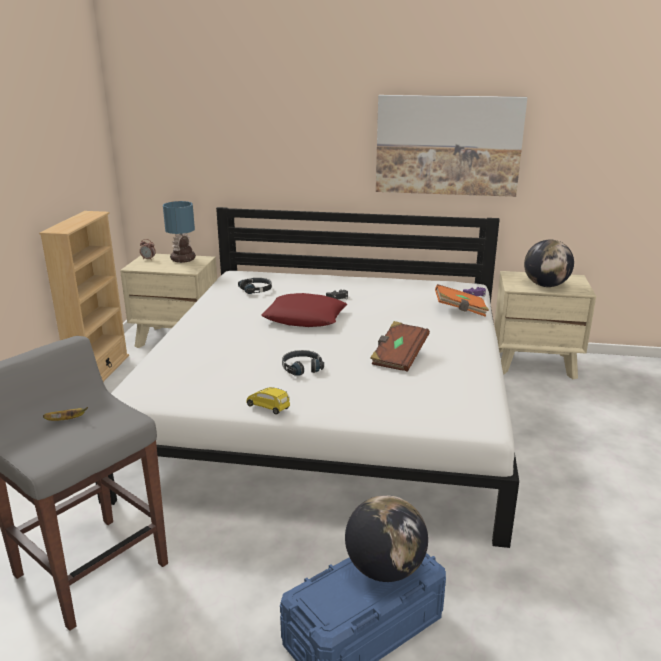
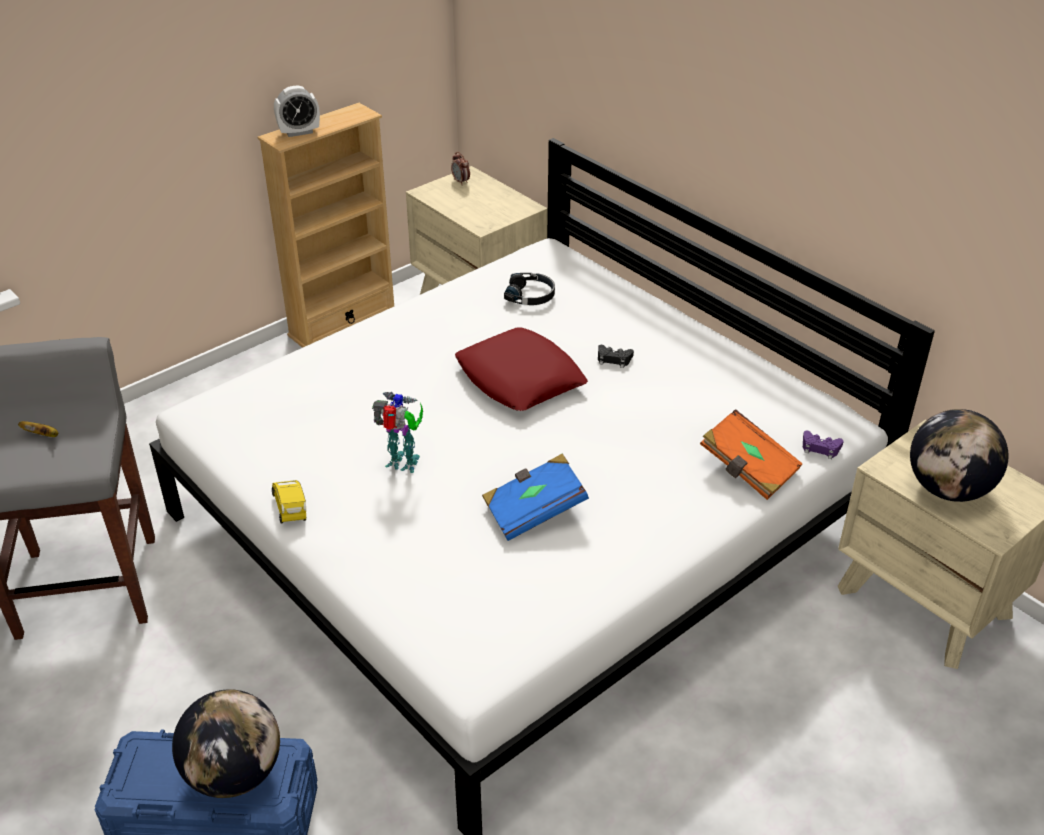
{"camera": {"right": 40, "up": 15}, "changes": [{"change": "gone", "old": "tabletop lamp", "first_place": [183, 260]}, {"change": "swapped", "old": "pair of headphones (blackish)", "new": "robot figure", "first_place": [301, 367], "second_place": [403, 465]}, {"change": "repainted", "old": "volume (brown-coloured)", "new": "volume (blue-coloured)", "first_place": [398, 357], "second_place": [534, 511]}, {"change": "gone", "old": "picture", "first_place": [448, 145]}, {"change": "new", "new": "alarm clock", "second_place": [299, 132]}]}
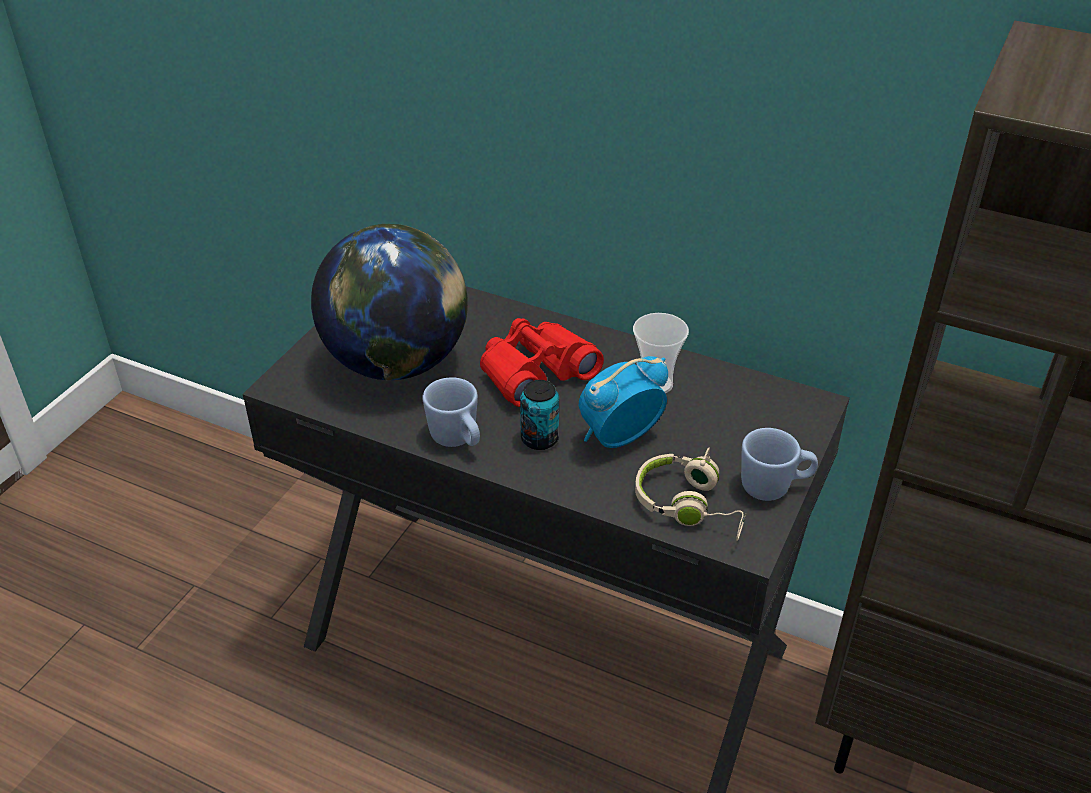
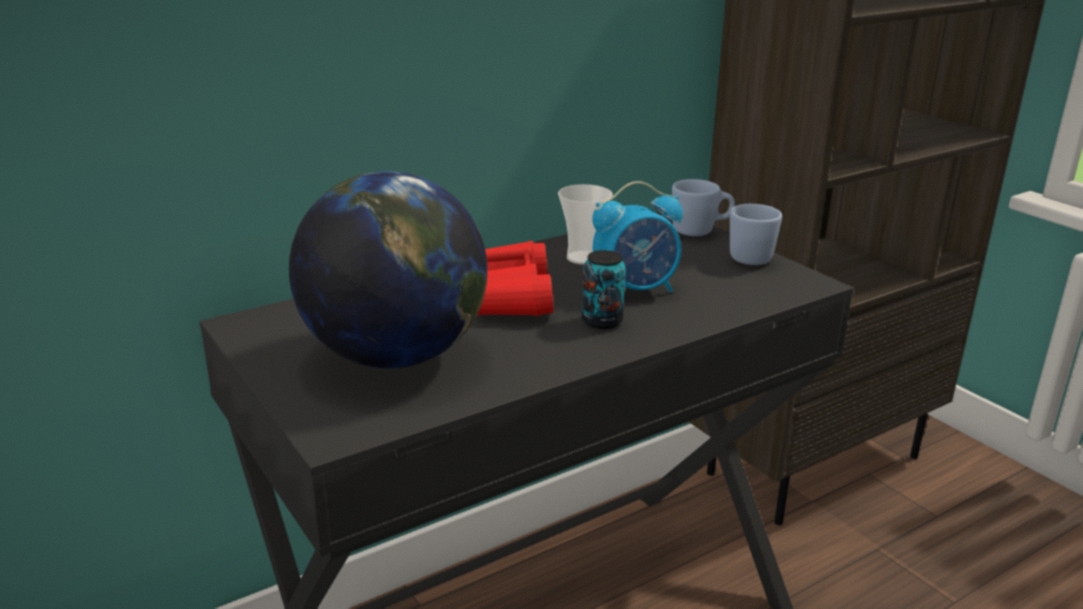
{"camera": {"right": -60, "up": -15}, "changes": [{"change": "shifted", "old": "tea mug (blue-coloured)", "first_place": [457, 440], "second_place": [700, 231]}, {"change": "rotated", "old": "alarm clock", "first_place": [618, 437], "second_place": [636, 290], "degrees": -105}, {"change": "gone", "old": "pair of headphones (sand-coloured)", "first_place": [690, 506]}]}
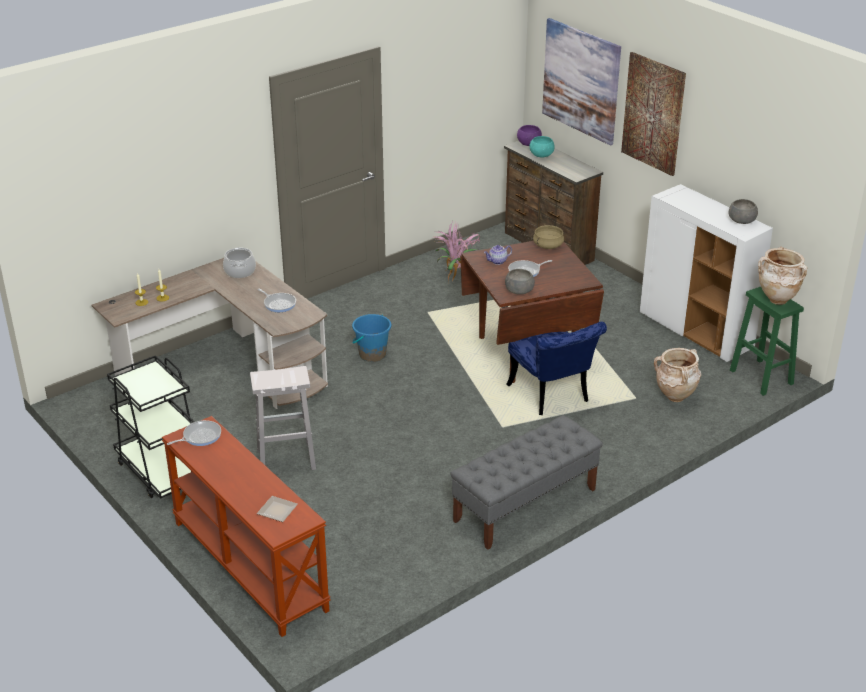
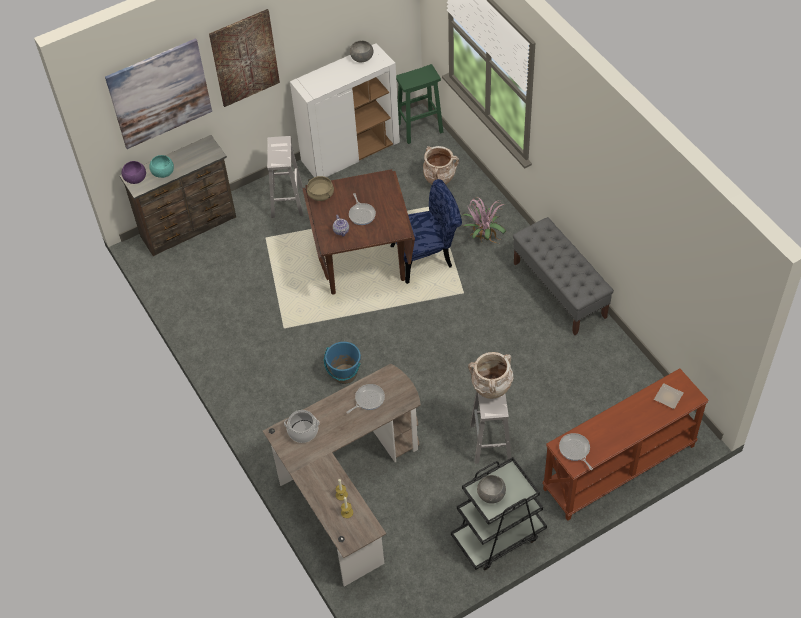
{"camera": {"right": -80, "up": 20}, "changes": [{"change": "shifted", "old": "potted plant", "first_place": [457, 274], "second_place": [482, 236]}, {"change": "shifted", "old": "serving bowl (greyish)", "first_place": [519, 291], "second_place": [491, 494]}, {"change": "shifted", "old": "flower vase (sand-coloured)", "first_place": [776, 300], "second_place": [491, 392]}, {"change": "new", "new": "stool seat (white-coloured)", "second_place": [287, 202]}]}
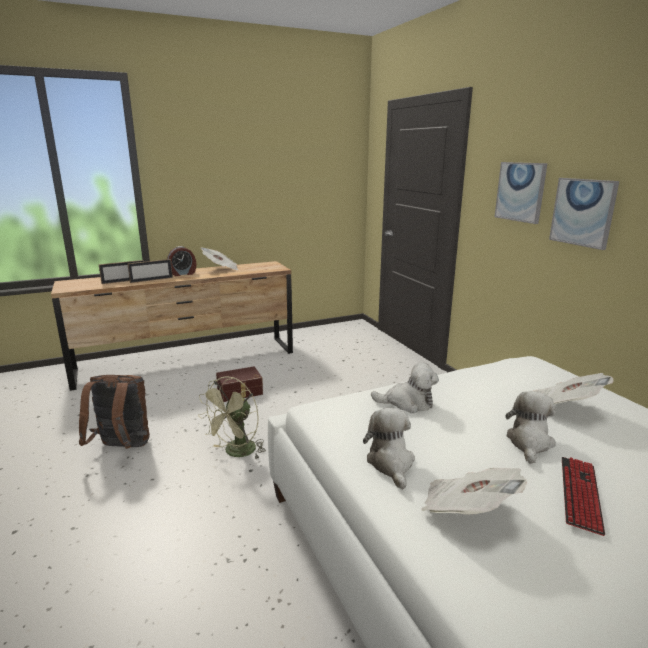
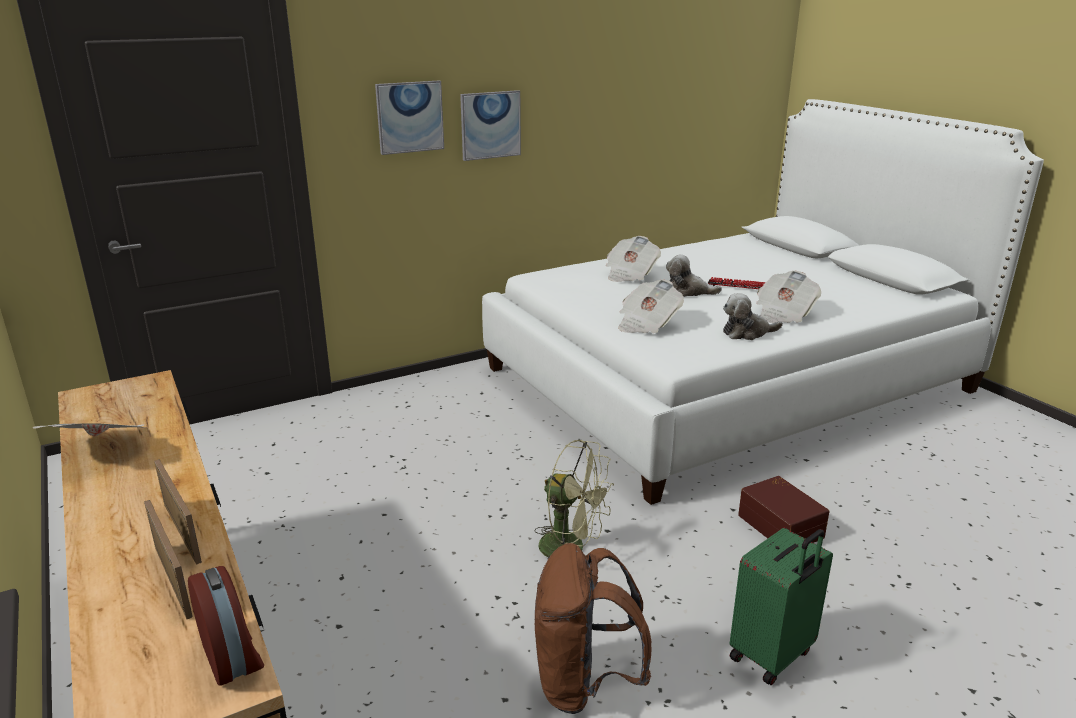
{"camera": {"right": -95, "up": 5}, "changes": [{"change": "shifted", "old": "alarm clock", "first_place": [183, 274], "second_place": [233, 655]}, {"change": "shifted", "old": "storage box (brown-coloured)", "first_place": [240, 392], "second_place": [781, 525]}, {"change": "swapped", "old": "plush toy", "new": "printed paper", "first_place": [407, 403], "second_place": [646, 324]}, {"change": "new", "new": "suitcase (greenish)", "second_place": [772, 656]}]}
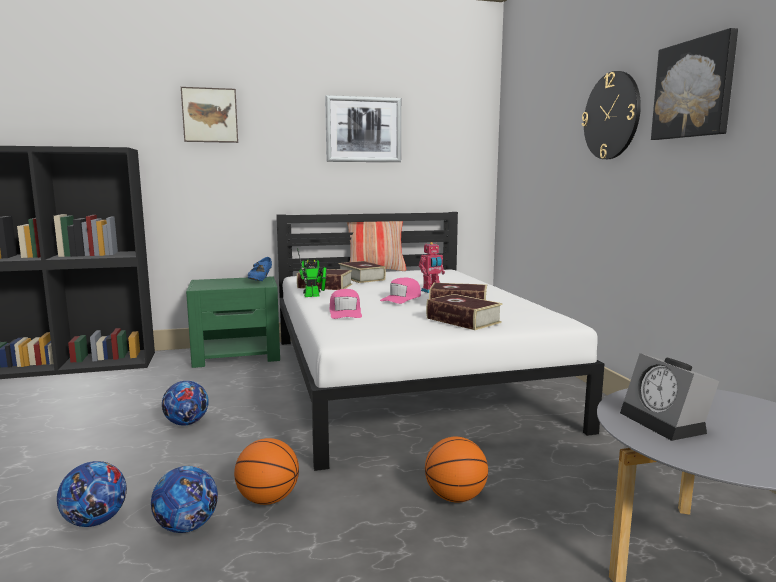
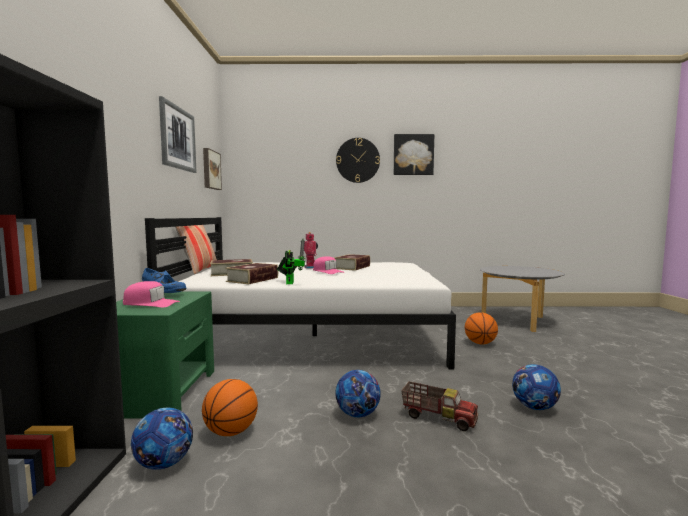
{"camera": {"right": -75, "up": -5}, "changes": [{"change": "shifted", "old": "ball for football", "first_place": [95, 521], "second_place": [164, 463]}, {"change": "shifted", "old": "picture", "first_place": [210, 115], "second_place": [210, 170]}, {"change": "shifted", "old": "basketball", "first_place": [268, 499], "second_place": [231, 432]}, {"change": "shifted", "old": "cap (pinkish)", "first_place": [345, 312], "second_place": [150, 303]}, {"change": "gone", "old": "volume", "first_place": [463, 320]}, {"change": "gone", "old": "alarm clock", "first_place": [666, 423]}, {"change": "new", "new": "toy lorry", "second_place": [438, 417]}]}
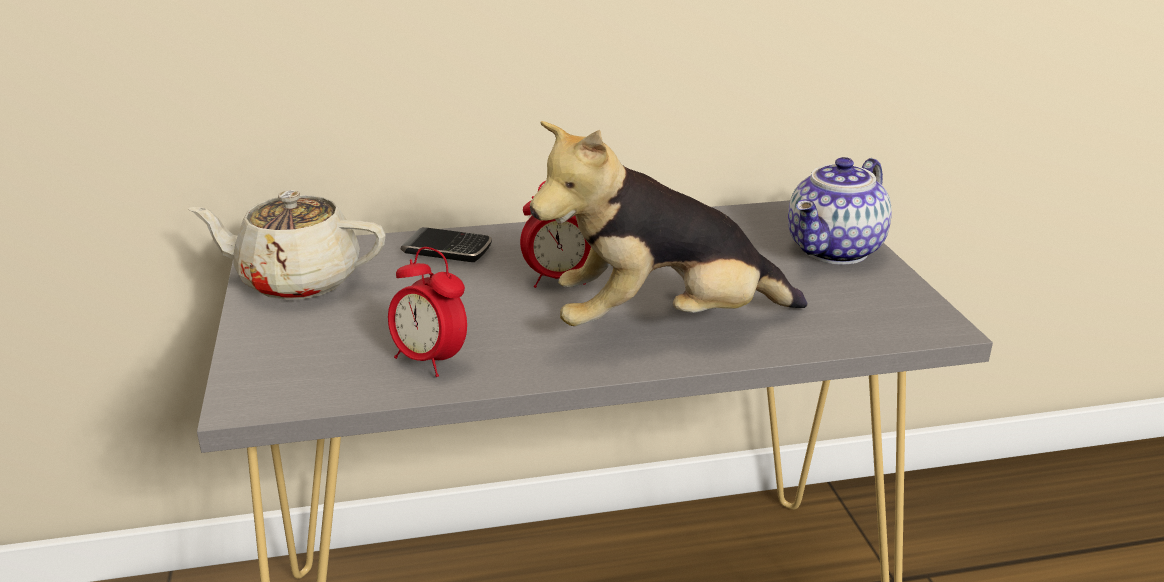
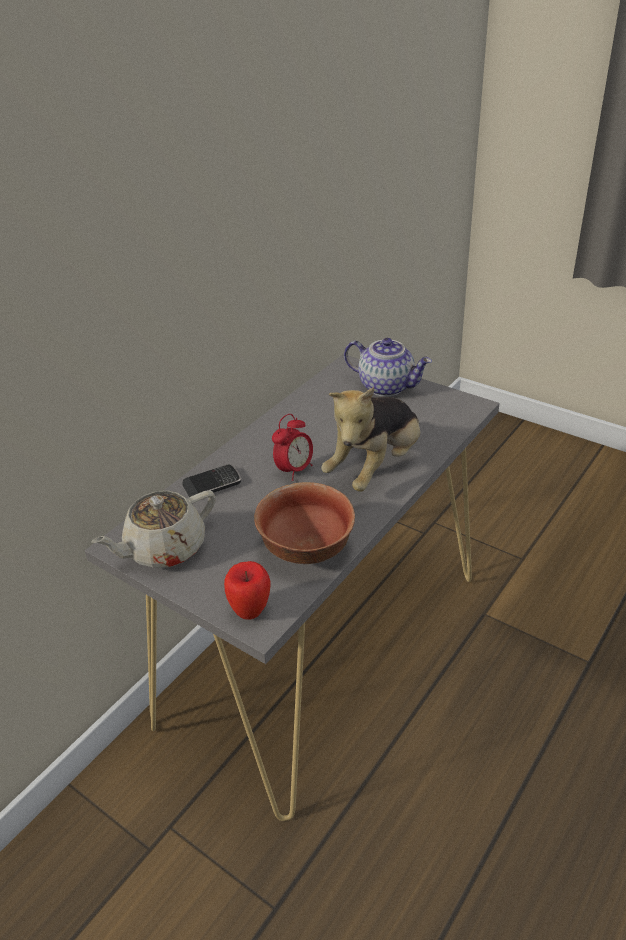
{"camera": {"right": -40, "up": 10}, "changes": [{"change": "swapped", "old": "alarm clock", "new": "serving bowl", "first_place": [429, 361], "second_place": [308, 548]}, {"change": "rotated", "old": "pot for tea", "first_place": [836, 251], "second_place": [387, 386], "degrees": -60}, {"change": "new", "new": "apple", "second_place": [251, 611]}]}
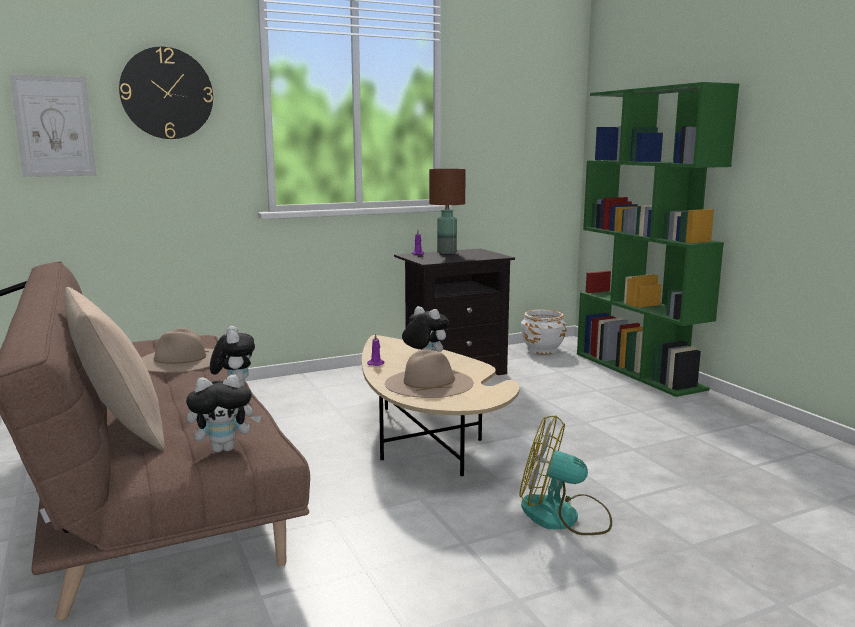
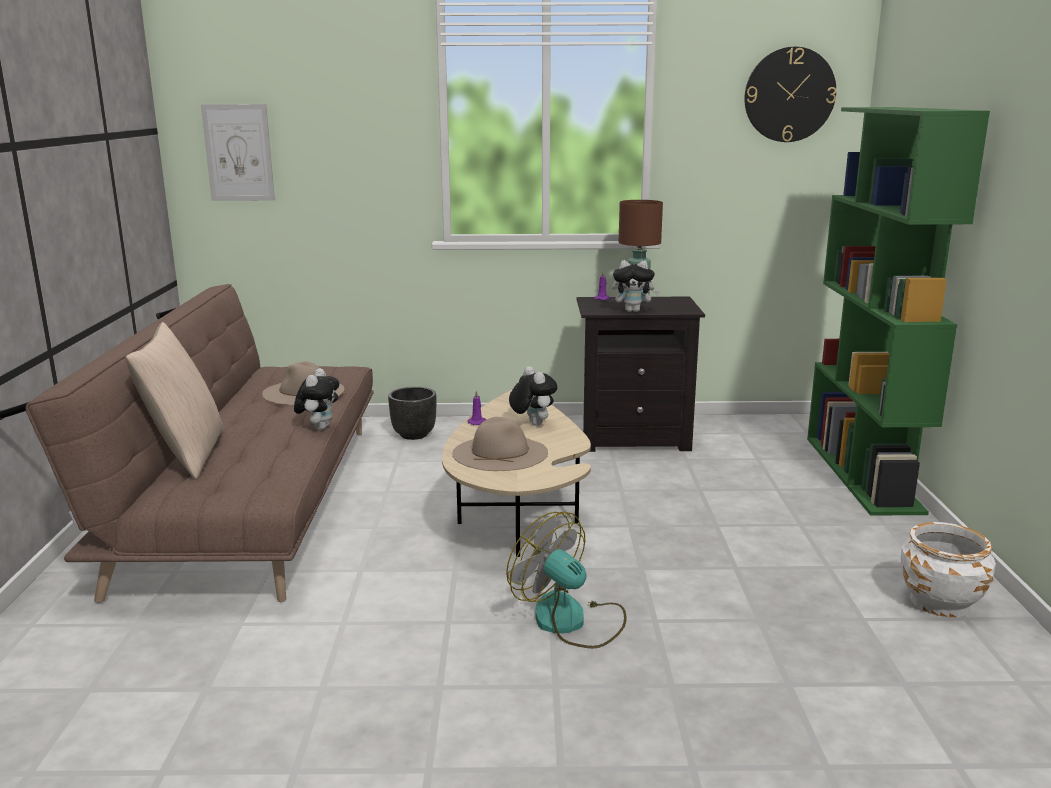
{"camera": {"right": 25, "up": 5}, "changes": [{"change": "shifted", "old": "wall clock", "first_place": [167, 93], "second_place": [789, 95]}, {"change": "shifted", "old": "plush toy", "first_place": [224, 449], "second_place": [633, 311]}, {"change": "shifted", "old": "flower pot (white-coloured)", "first_place": [542, 350], "second_place": [940, 602]}, {"change": "new", "new": "flower pot (blackish)", "second_place": [414, 435]}]}
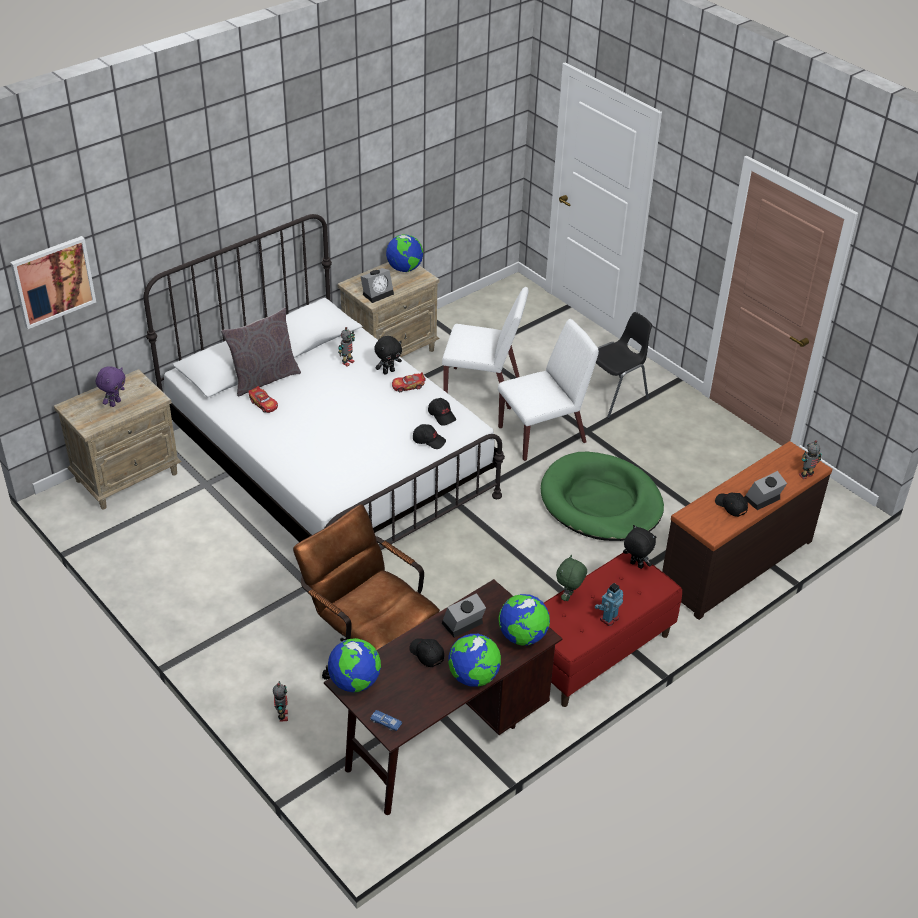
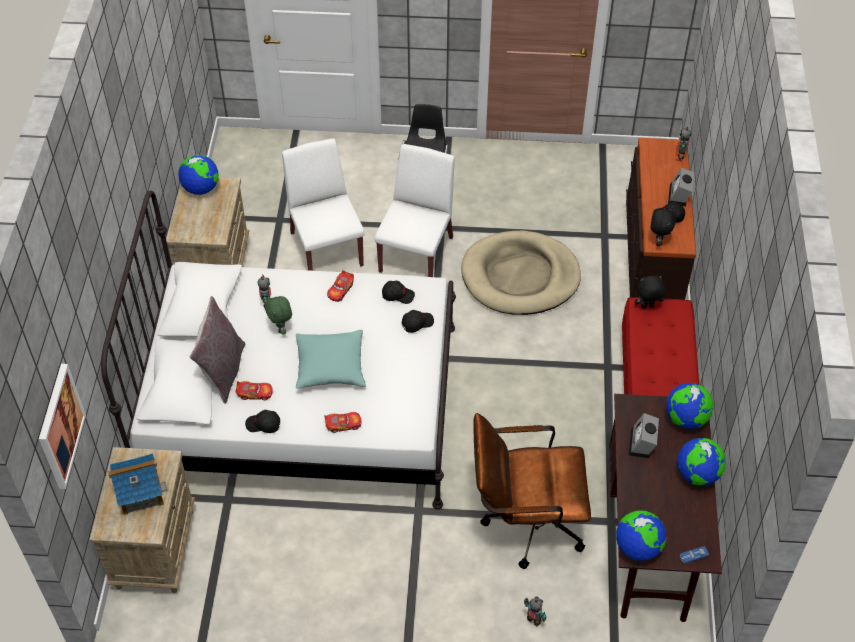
{"camera": {"right": -45, "up": 10}, "changes": [{"change": "swapped", "old": "plush toy (purple-coloured)", "new": "toy house", "first_place": [115, 403], "second_place": [140, 492]}, {"change": "gone", "old": "alarm clock", "first_place": [378, 293]}, {"change": "shifted", "old": "plush toy (blackish)", "first_place": [388, 371], "second_place": [658, 241]}, {"change": "shifted", "old": "cap (blackish)", "first_place": [426, 654], "second_place": [263, 425]}, {"change": "rotated", "old": "plain chair (white-coloured)", "first_place": [483, 388], "second_place": [326, 248], "degrees": -75}, {"change": "repainted", "old": "pet bed (greenish)", "new": "pet bed (sand-coloured)", "first_place": [601, 502], "second_place": [520, 277]}, {"change": "shifted", "old": "plush toy (greenish)", "first_place": [569, 597], "second_place": [281, 329]}, {"change": "gone", "old": "robot figure", "first_place": [609, 618]}, {"change": "new", "new": "cushion (blue-green)", "second_place": [330, 367]}, {"change": "new", "new": "model car", "second_place": [343, 424]}]}
